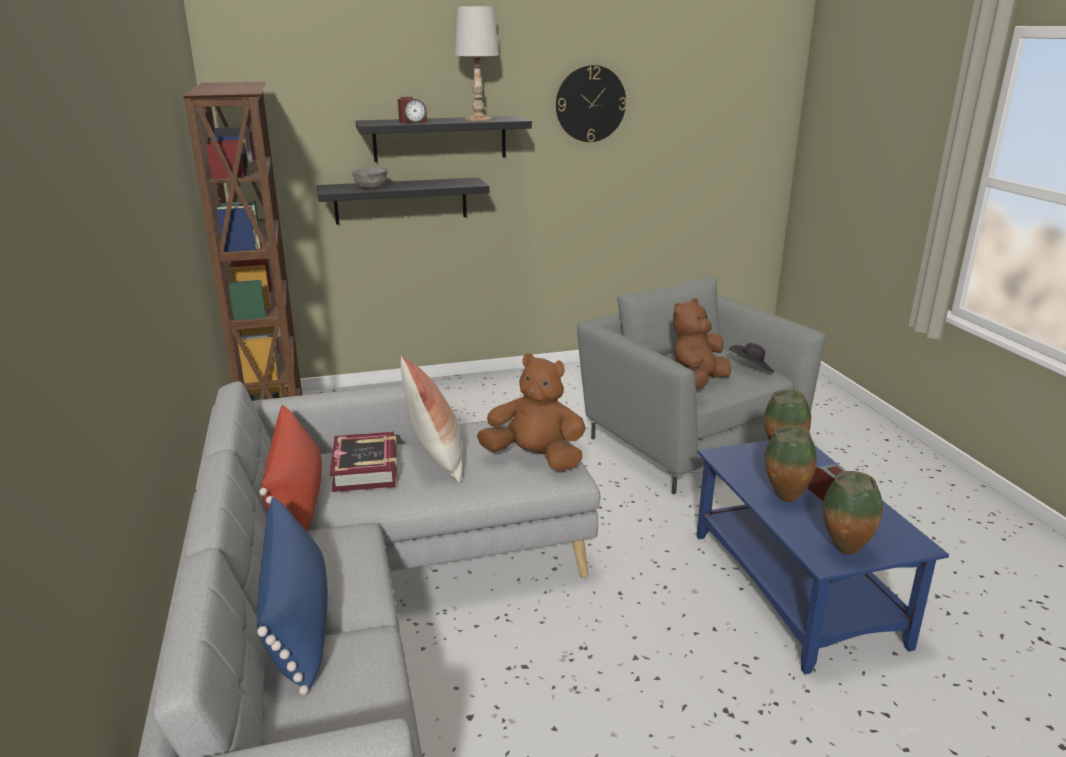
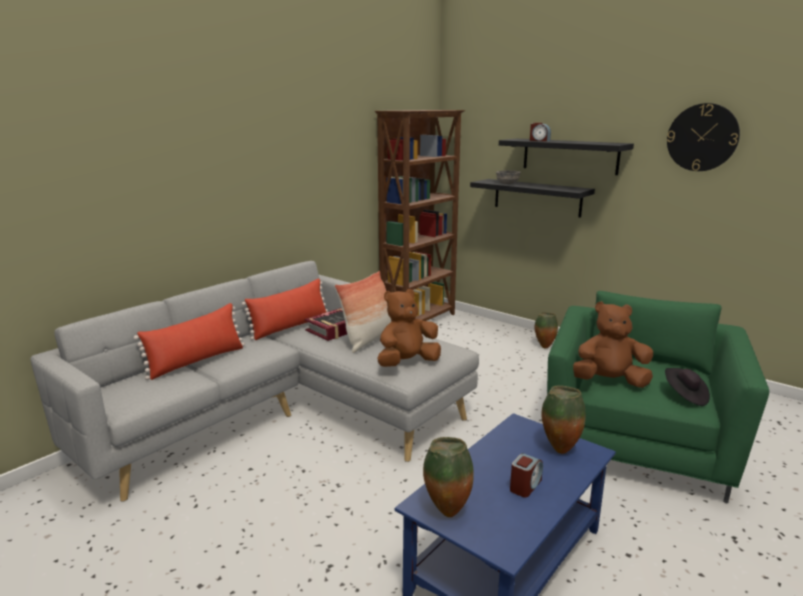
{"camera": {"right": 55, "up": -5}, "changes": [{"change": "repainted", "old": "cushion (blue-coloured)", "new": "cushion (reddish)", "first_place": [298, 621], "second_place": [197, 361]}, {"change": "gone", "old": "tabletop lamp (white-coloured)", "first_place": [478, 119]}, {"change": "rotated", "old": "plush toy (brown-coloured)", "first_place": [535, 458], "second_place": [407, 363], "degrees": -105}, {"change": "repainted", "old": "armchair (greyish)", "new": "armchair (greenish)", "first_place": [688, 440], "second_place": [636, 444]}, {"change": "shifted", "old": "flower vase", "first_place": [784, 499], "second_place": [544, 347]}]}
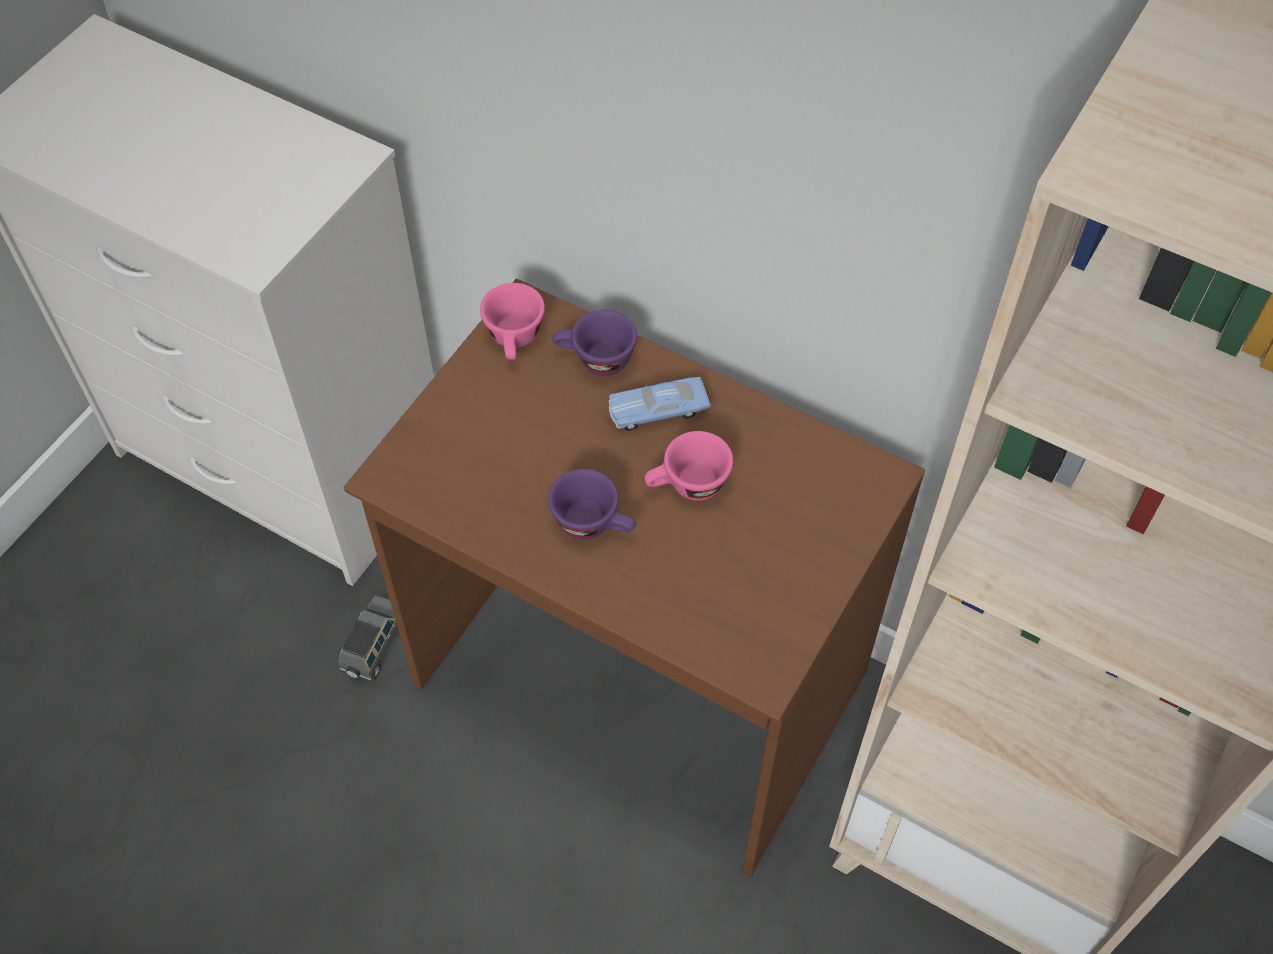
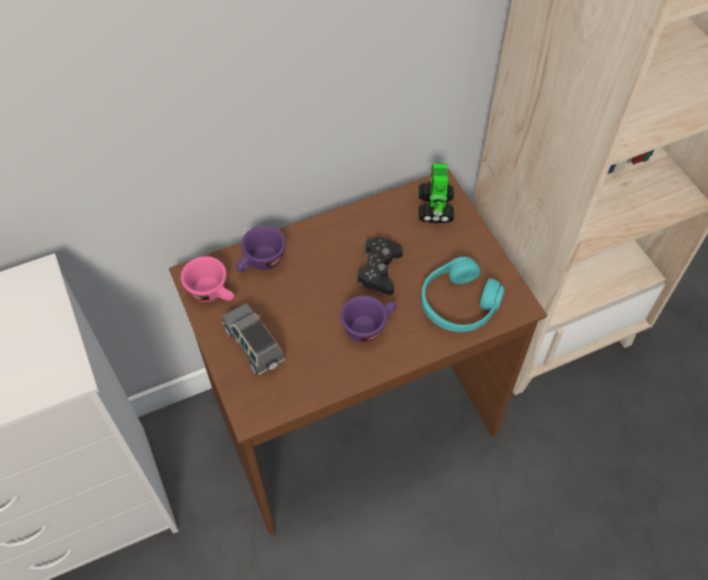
{"camera": {"right": -55, "up": 0}, "changes": [{"change": "shifted", "old": "model car (greyish)", "first_place": [374, 646], "second_place": [255, 346]}, {"change": "gone", "old": "model car (blue-coloured)", "first_place": [658, 410]}, {"change": "swapped", "old": "cup (pinkish)", "new": "joypad (blackish)", "first_place": [687, 486], "second_place": [379, 270]}, {"change": "new", "new": "robot figure", "second_place": [435, 208]}, {"change": "new", "new": "pair of headphones (blue-green)", "second_place": [458, 303]}]}
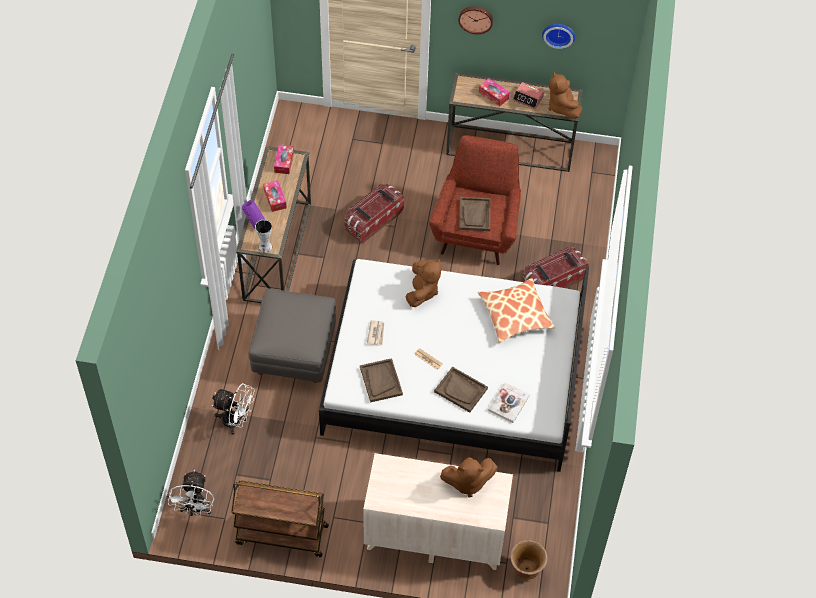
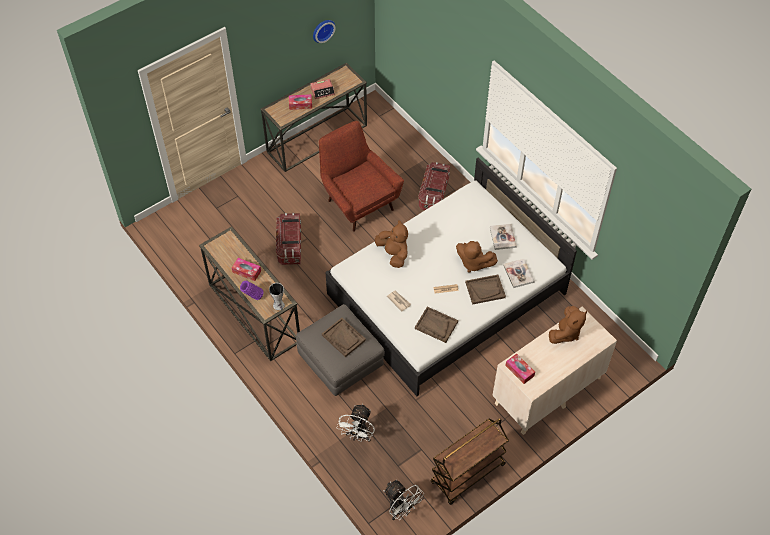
{"camera": {"right": -45, "up": 0}, "changes": [{"change": "rotated", "old": "cooling fan (white-coloured)", "first_place": [236, 421], "second_place": [358, 435], "degrees": 135}, {"change": "shifted", "old": "tissue holder", "first_place": [284, 162], "second_place": [519, 371]}, {"change": "gone", "old": "wall clock", "first_place": [475, 18]}, {"change": "shifted", "old": "carrying tray (brown-coloured)", "first_place": [474, 215], "second_place": [343, 338]}, {"change": "gone", "old": "cushion", "first_place": [515, 315]}, {"change": "gone", "old": "flower pot (brown-coloured)", "first_place": [526, 569]}, {"change": "shifted", "old": "plush toy (brown-coloured)", "first_place": [562, 107], "second_place": [473, 263]}, {"change": "new", "new": "volume", "second_place": [502, 237]}]}
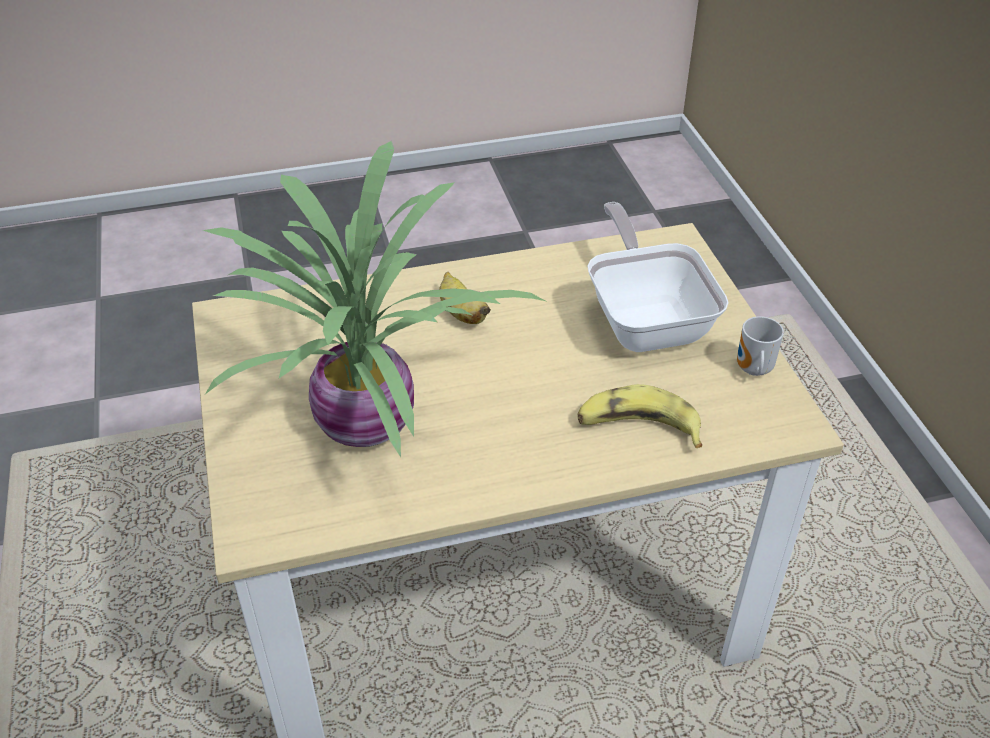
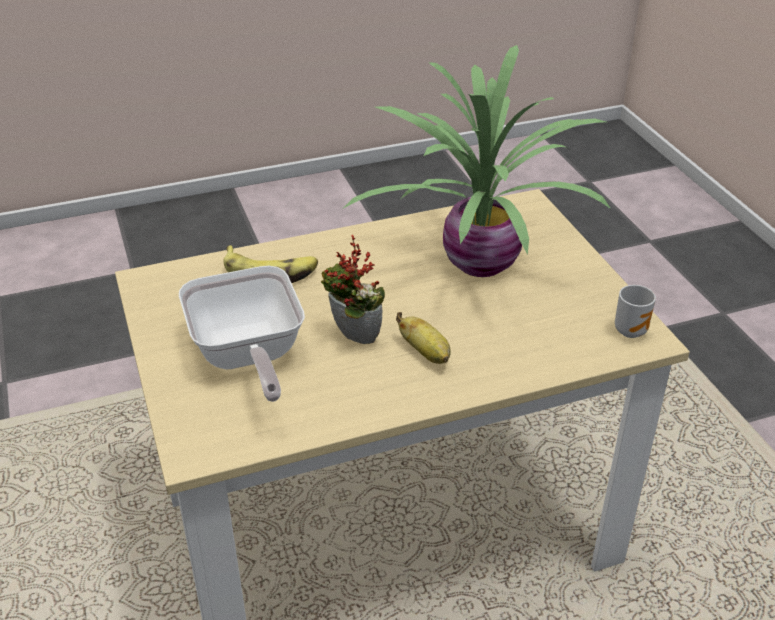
{"camera": {"right": 175, "up": -5}, "changes": [{"change": "shifted", "old": "tea mug", "first_place": [752, 370], "second_place": [631, 330]}, {"change": "new", "new": "potted plant", "second_place": [352, 339]}]}
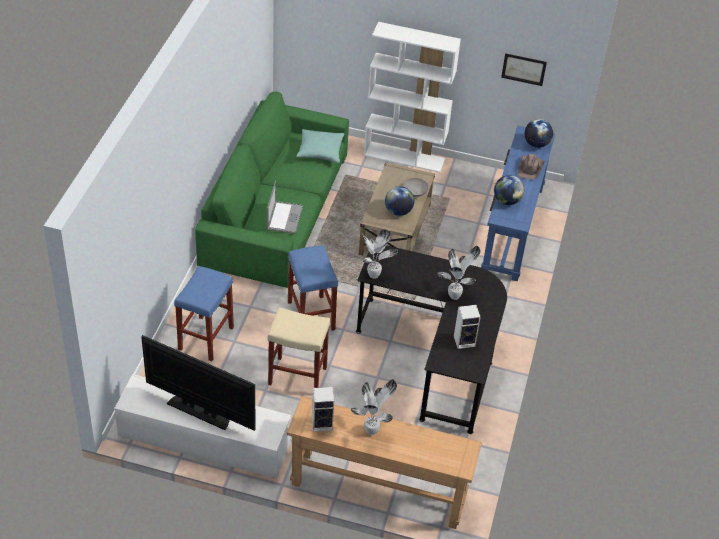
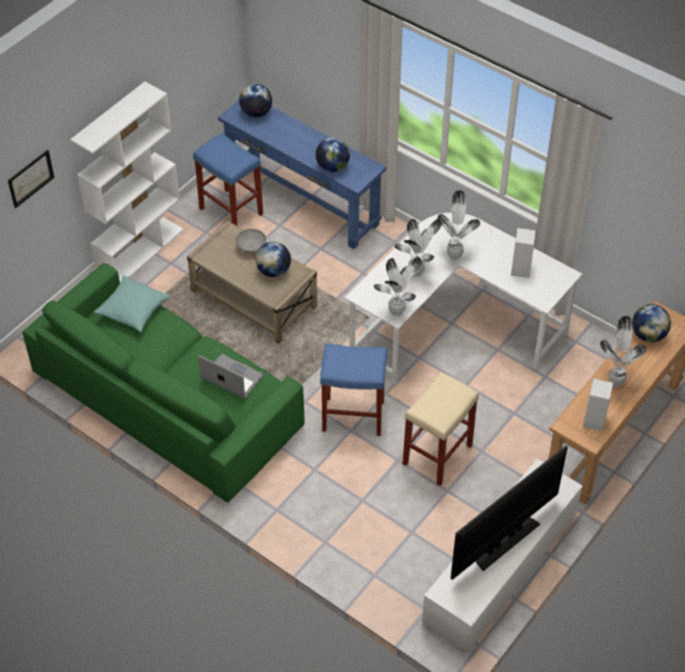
{"camera": {"right": -65, "up": 5}, "changes": [{"change": "shifted", "old": "stool seat (blue-coloured)", "first_place": [206, 339], "second_place": [232, 211]}, {"change": "repainted", "old": "desk unit (blackish)", "new": "desk unit (white-coloured)", "first_place": [436, 355], "second_place": [454, 325]}, {"change": "shifted", "old": "picture", "first_place": [523, 69], "second_place": [30, 178]}, {"change": "gone", "old": "clothing hat (brown-coloured)", "first_place": [530, 168]}, {"change": "new", "new": "potted plant", "second_place": [417, 272]}, {"change": "new", "new": "world globe", "second_place": [648, 335]}]}
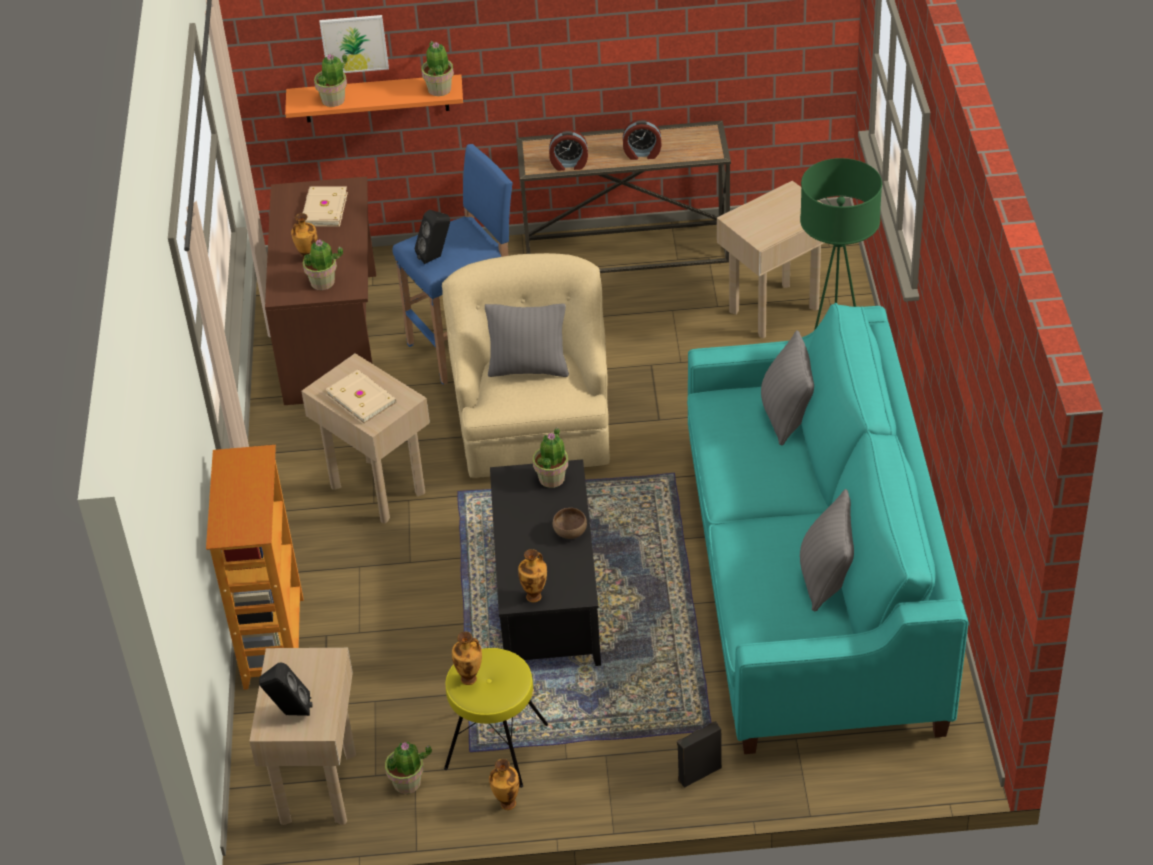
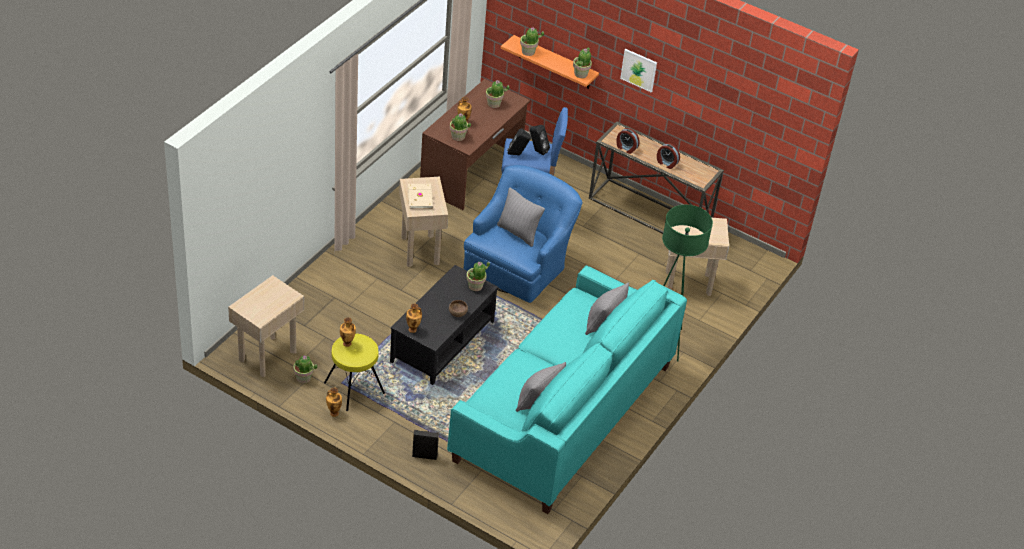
{"camera": {"right": 30, "up": 0}, "changes": [{"change": "gone", "old": "shelving unit", "first_place": [272, 643]}, {"change": "shifted", "old": "audio speaker (blackish)", "first_place": [290, 712], "second_place": [537, 151]}, {"change": "swapped", "old": "volume (sand-coloured)", "new": "potted plant", "first_place": [323, 209], "second_place": [494, 104]}, {"change": "shifted", "old": "picture", "first_place": [354, 43], "second_place": [639, 70]}, {"change": "repainted", "old": "armchair (sand-coloured)", "new": "armchair (blue-coloured)", "first_place": [534, 423], "second_place": [519, 264]}]}
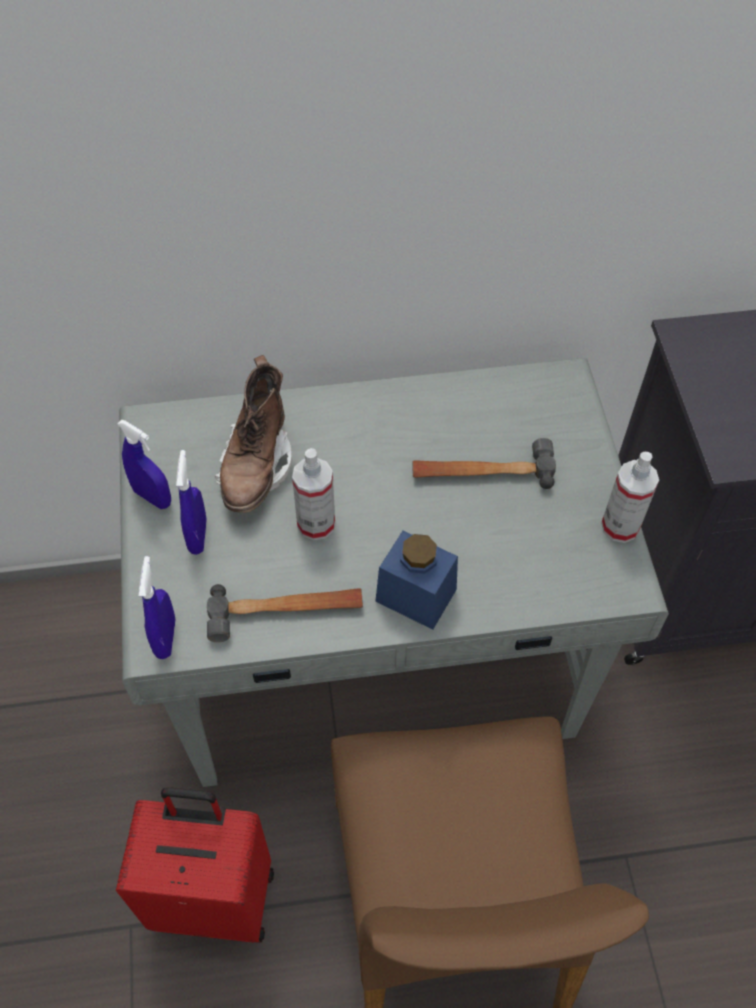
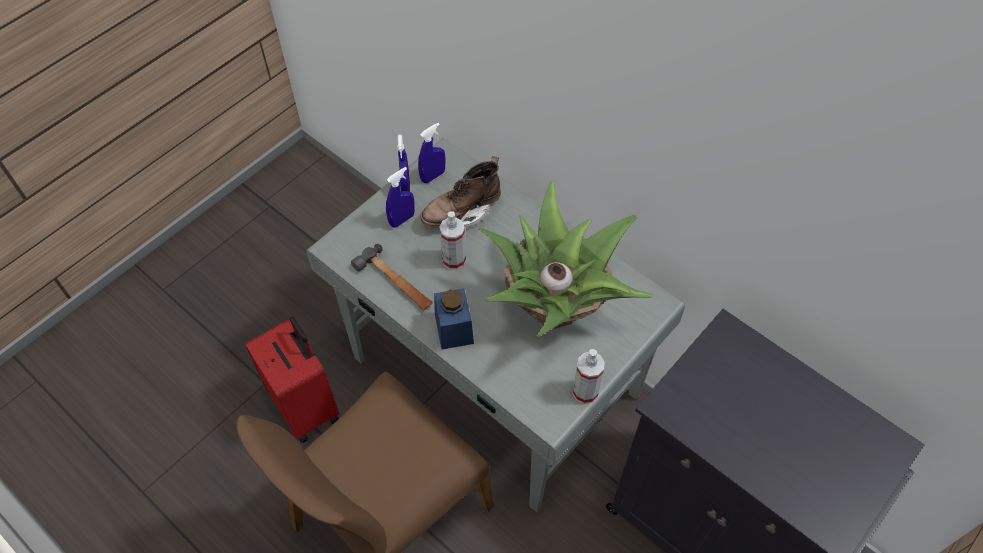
{"camera": {"right": 50, "up": 0}, "changes": [{"change": "shifted", "old": "hand sprayer (blue-coloured)", "first_place": [165, 638], "second_place": [433, 176]}, {"change": "swapped", "old": "tool hammer", "new": "potted plant", "first_place": [483, 471], "second_place": [556, 306]}]}
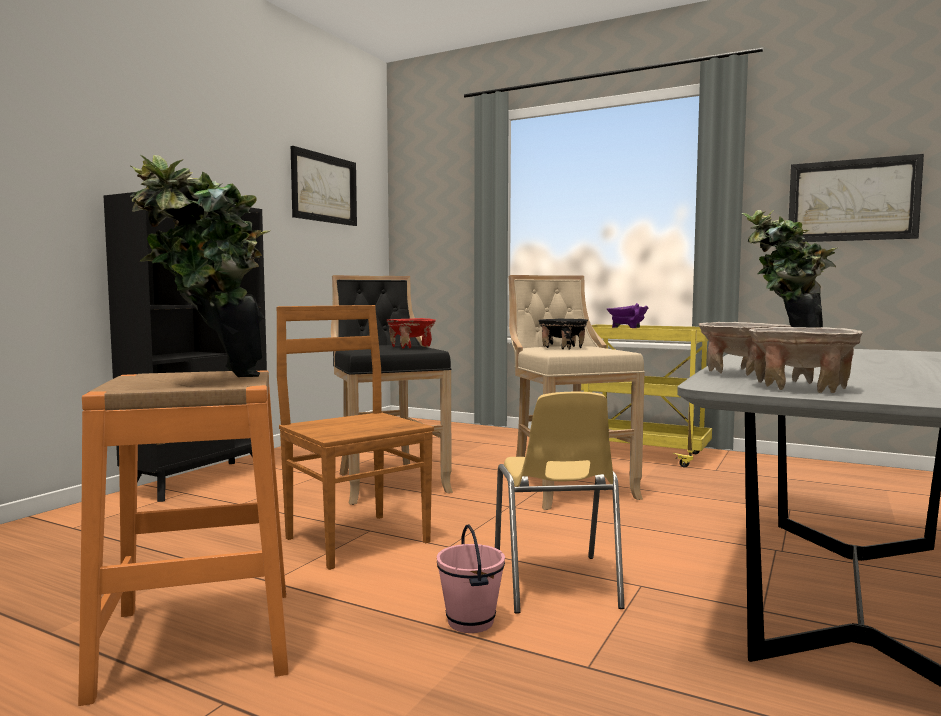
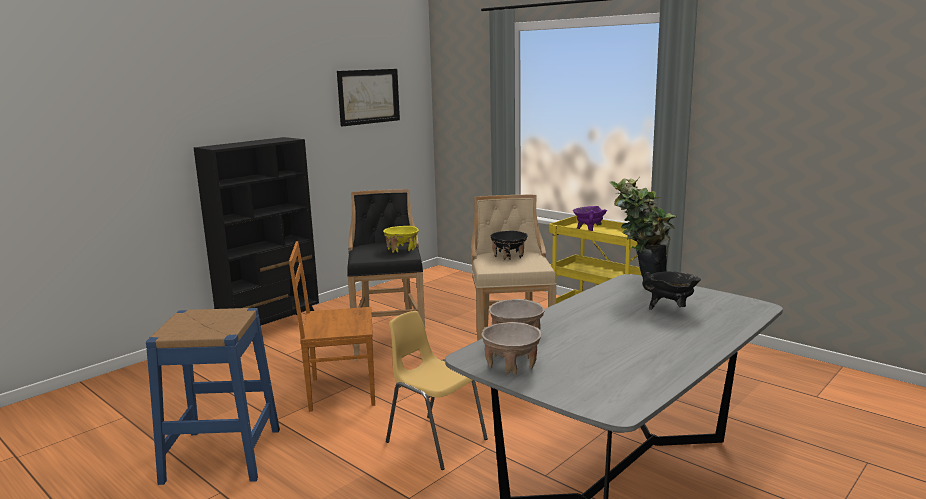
{"camera": {"right": 15, "up": 10}, "changes": [{"change": "repainted", "old": "stool seat (orangey)", "new": "stool seat (blue-coloured)", "first_place": [198, 640], "second_place": [222, 455]}, {"change": "gone", "old": "potted plant", "first_place": [209, 379]}, {"change": "rotated", "old": "plain chair (brown-coloured)", "first_place": [355, 539], "second_place": [340, 391], "degrees": -75}, {"change": "repainted", "old": "serving bowl (reddish)", "new": "serving bowl (yellow)", "first_place": [411, 347], "second_place": [401, 249]}, {"change": "gone", "old": "bucket (pinkish)", "first_place": [469, 622]}, {"change": "rotated", "old": "plain chair (yellow)", "first_place": [555, 584], "second_place": [435, 440], "degrees": 120}, {"change": "gone", "old": "picture", "first_place": [852, 200]}, {"change": "new", "new": "cooking pot (blackish)", "second_place": [671, 309]}]}
